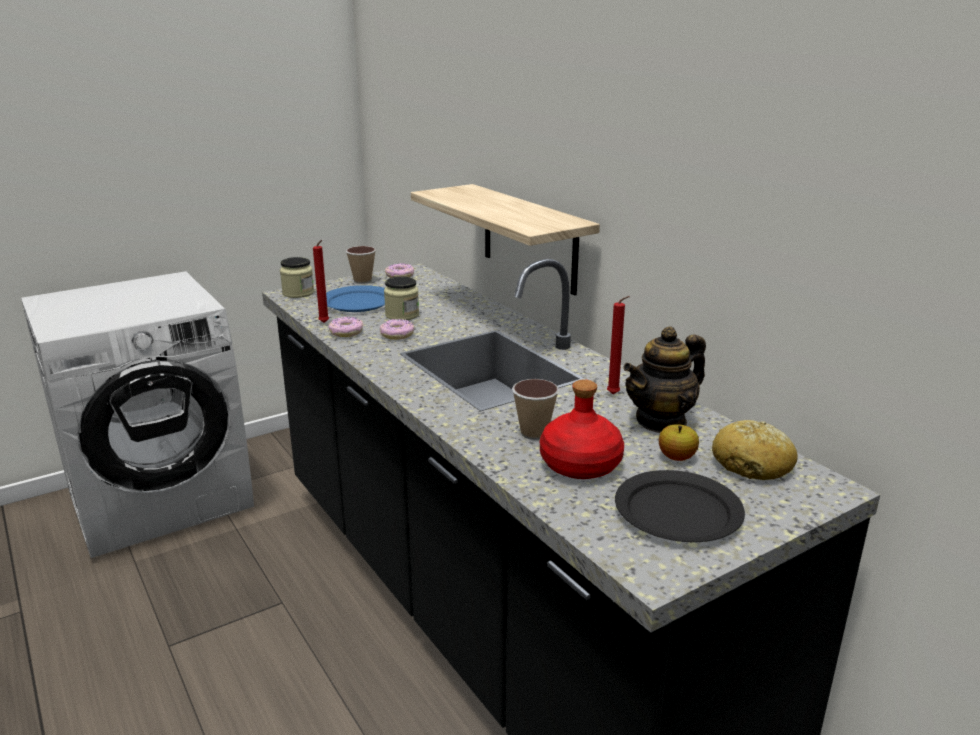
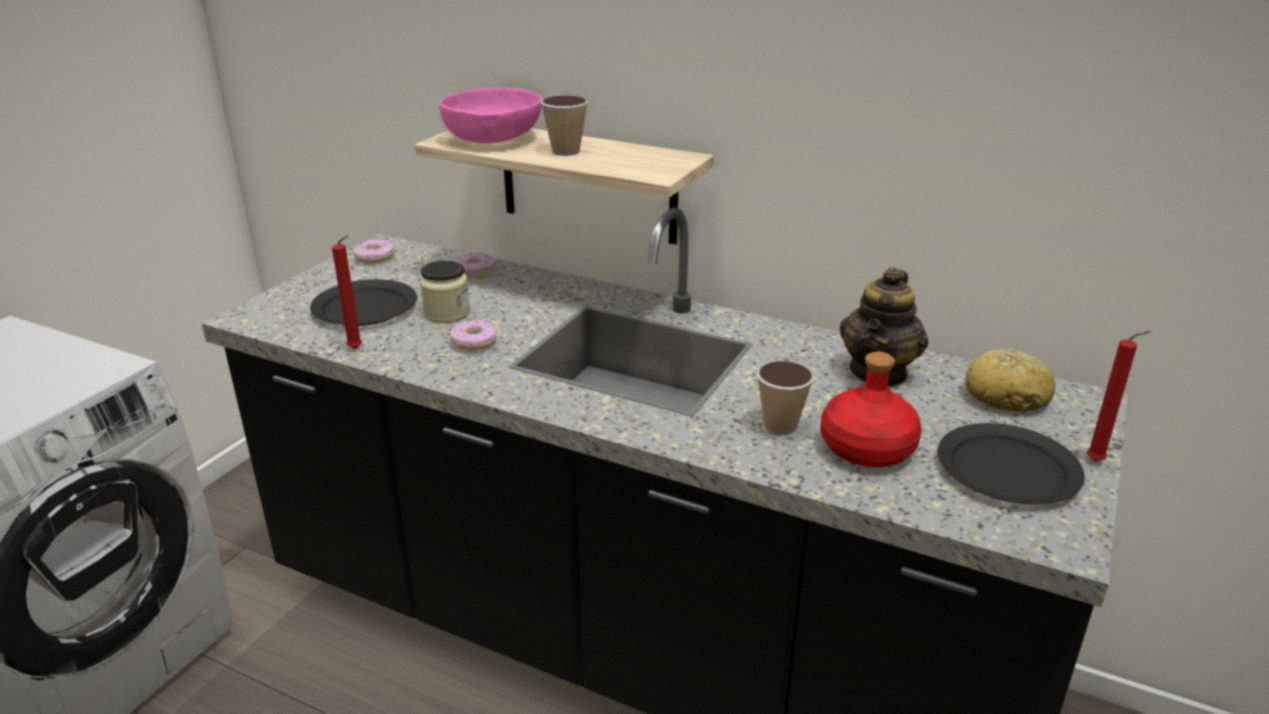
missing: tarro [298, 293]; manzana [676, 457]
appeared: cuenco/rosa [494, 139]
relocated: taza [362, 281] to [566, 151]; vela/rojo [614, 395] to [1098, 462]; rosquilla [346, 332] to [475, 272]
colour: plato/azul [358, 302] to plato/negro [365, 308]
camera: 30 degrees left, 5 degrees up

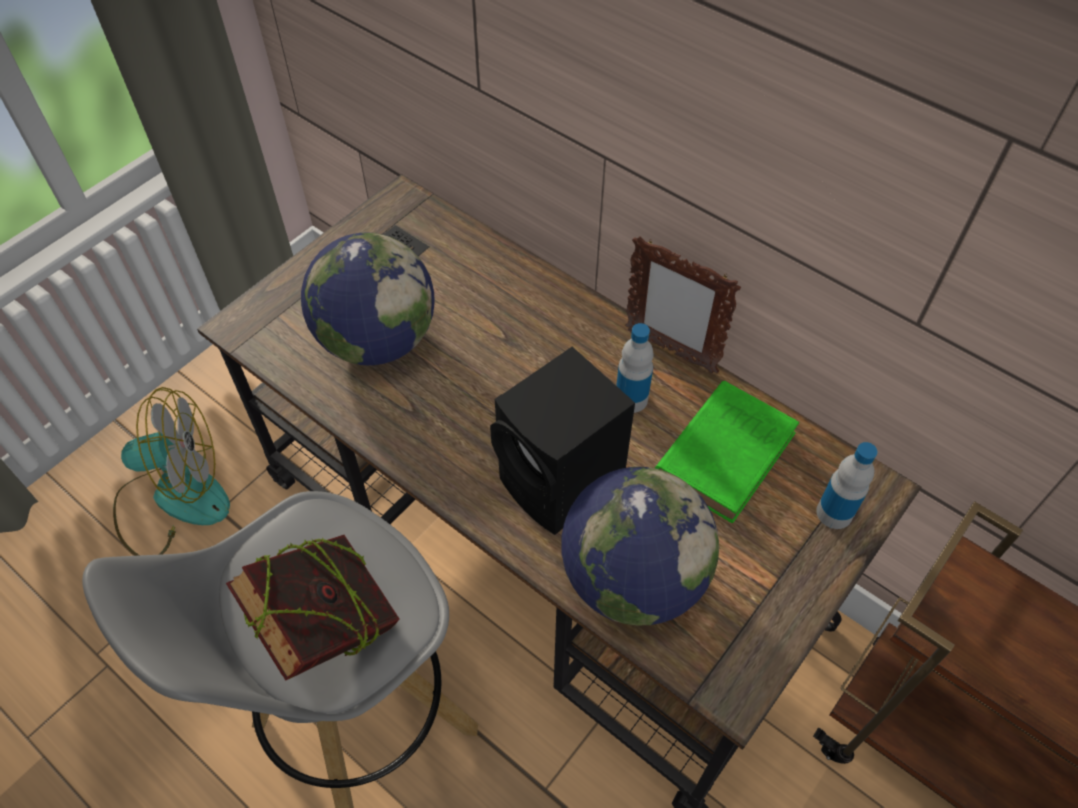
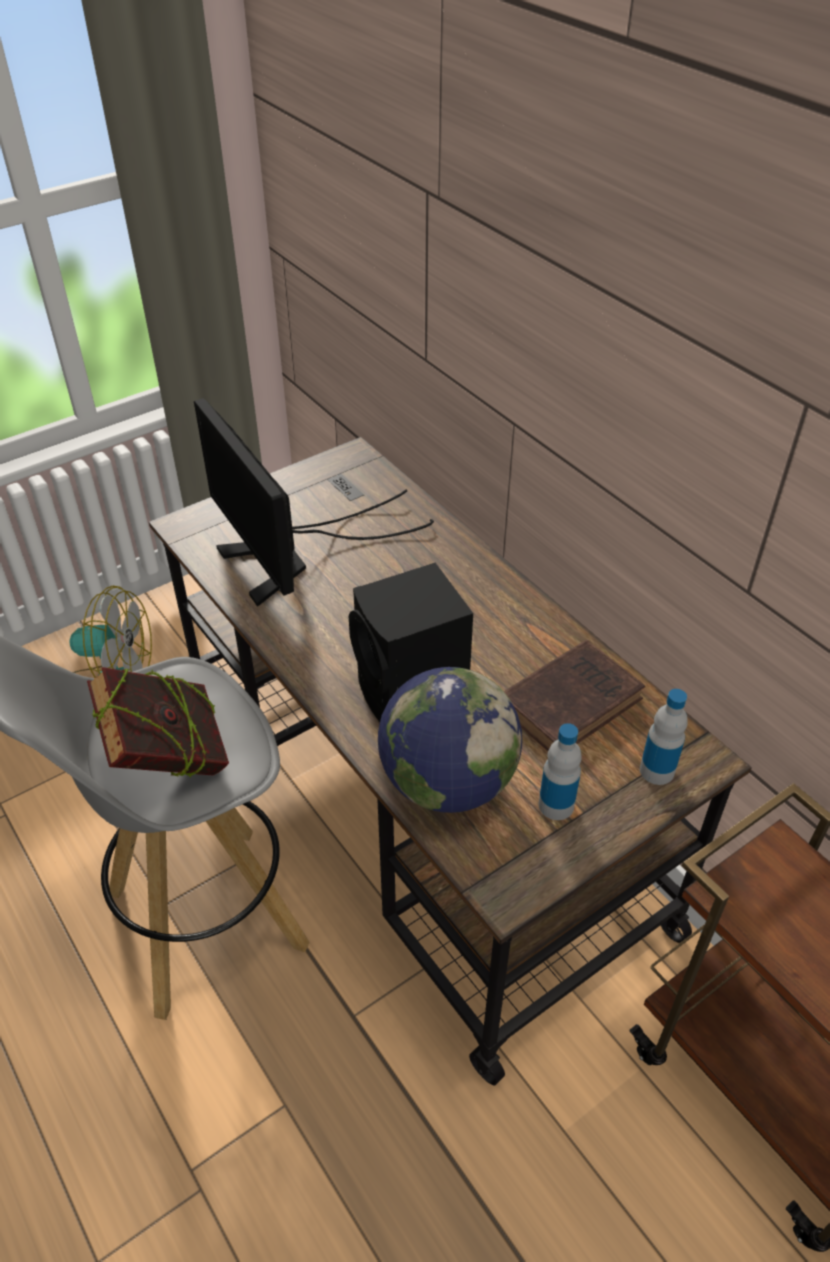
missing: portarretratos [670, 350]
relocated: botella [631, 399] to [556, 805]
exchanged: globo terráqueo [377, 340] to monitor [293, 557]
colour: libro/verde [727, 451] to libro/marrón [572, 701]
camera: 15 degrees right, 10 degrees down

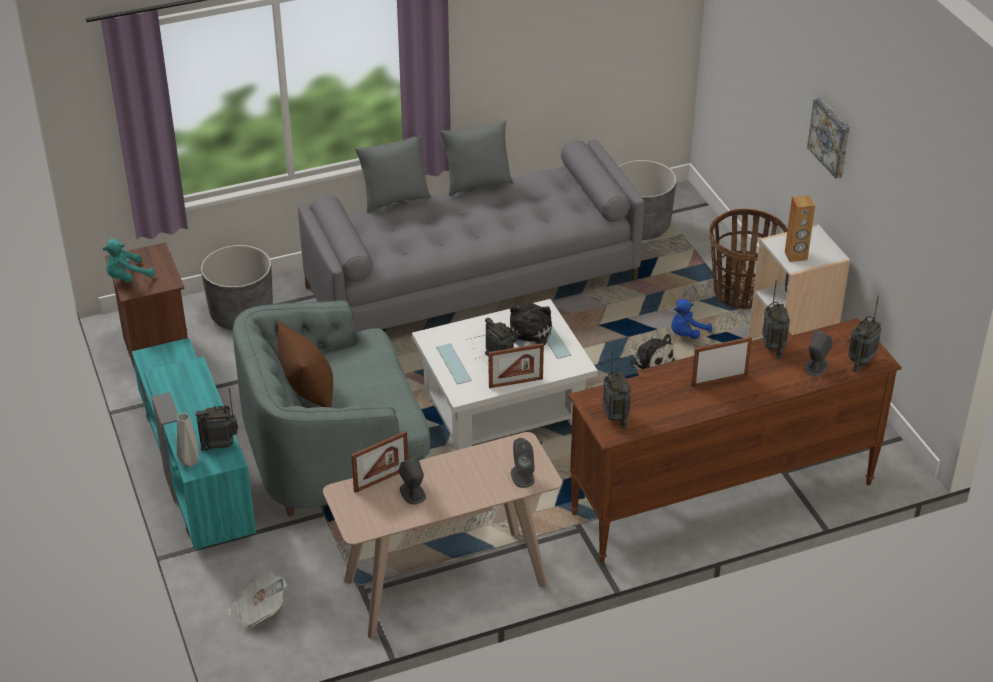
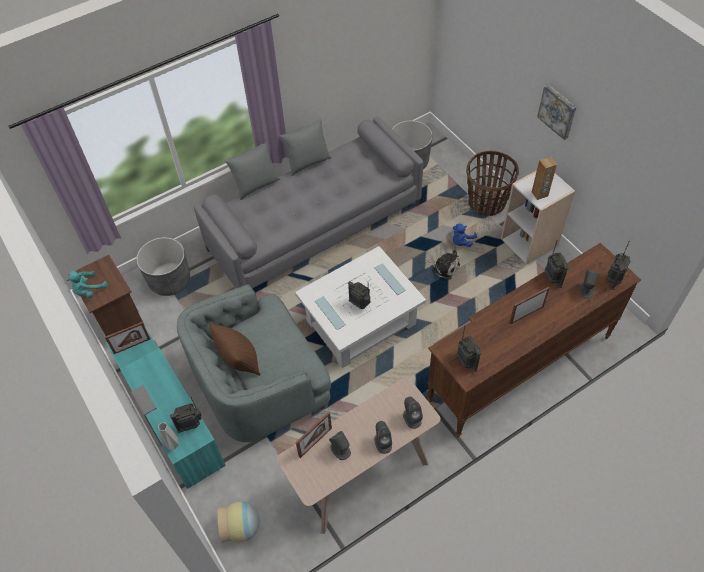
missing: peluche [529, 335]
appeared: altavoz/gris [383, 442]
relocated: portarretratos [515, 383] to [132, 346]
exchanged: periódico [257, 611] to florero [242, 528]
camera: 10 degrees left, 15 degrees up

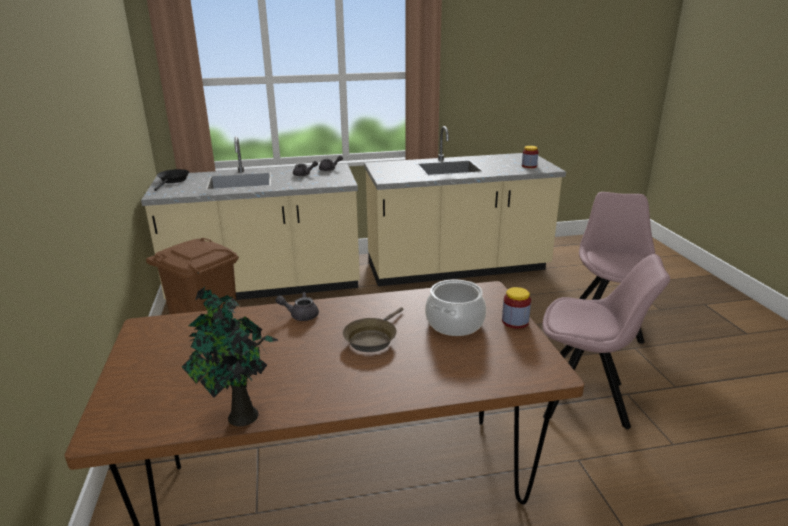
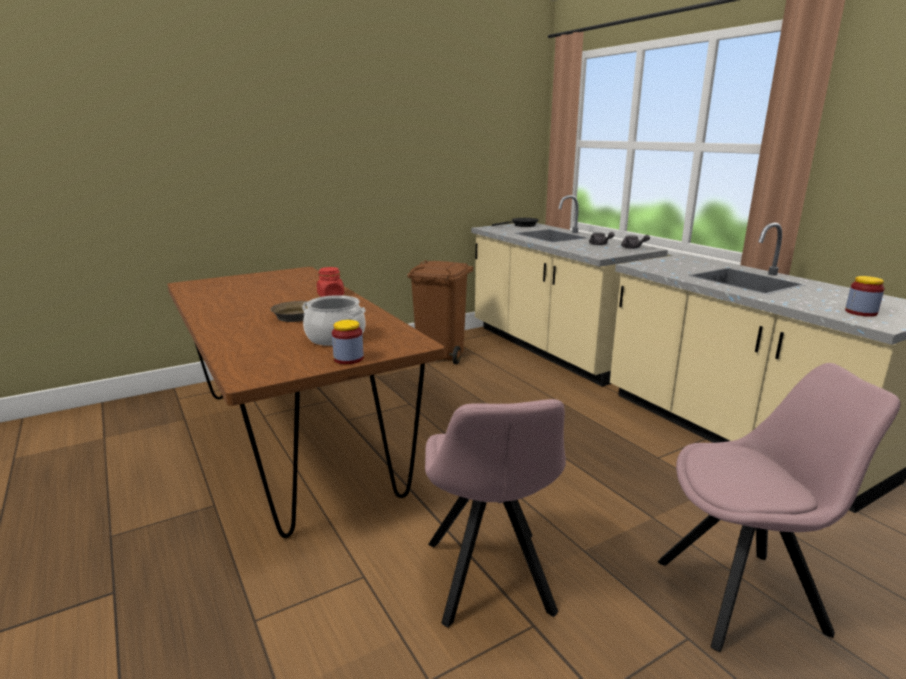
missing: planta en maceta [240, 417]
exchanged: tetera/gris [300, 315] to tarro/rojo [331, 295]
camera: 70 degrees right, 5 degrees down

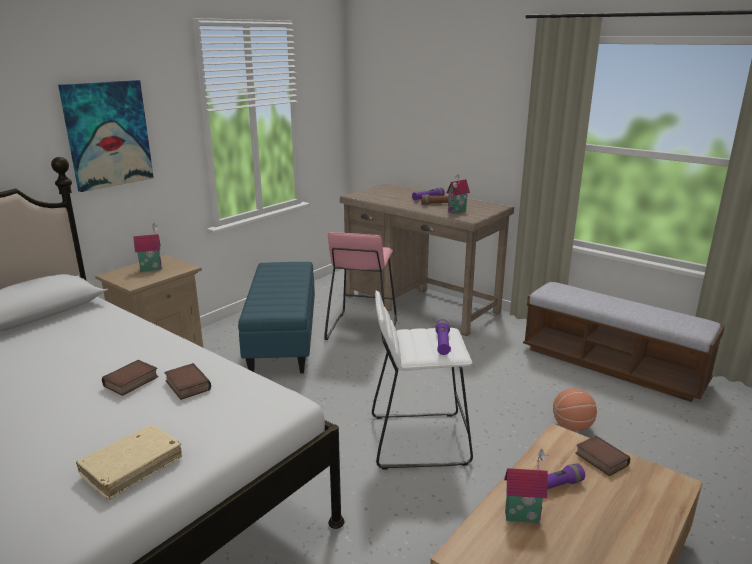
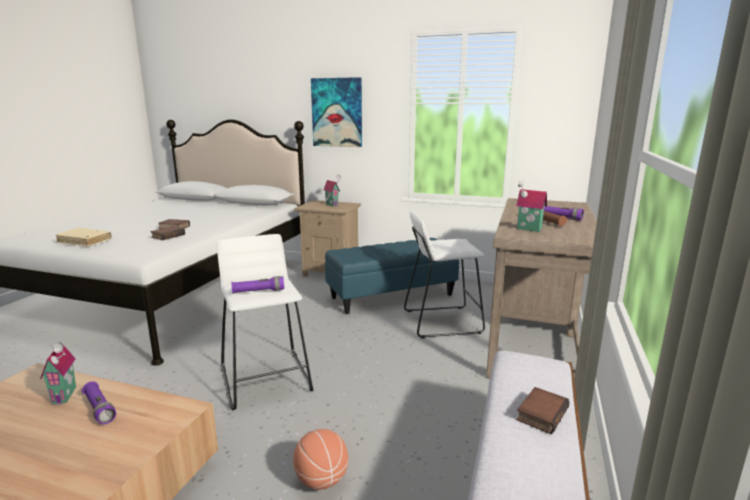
relocated: libro [600, 459] to [541, 413]
colour: taburete/rosa [361, 329] to taburete/blanco [442, 321]
camera: 70 degrees right, 5 degrees down

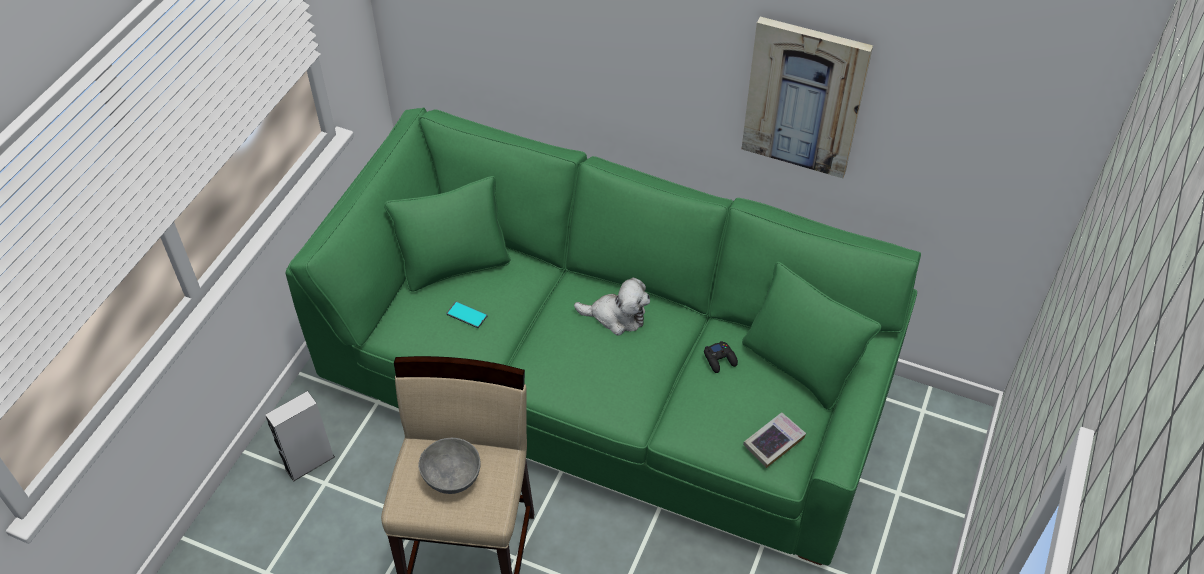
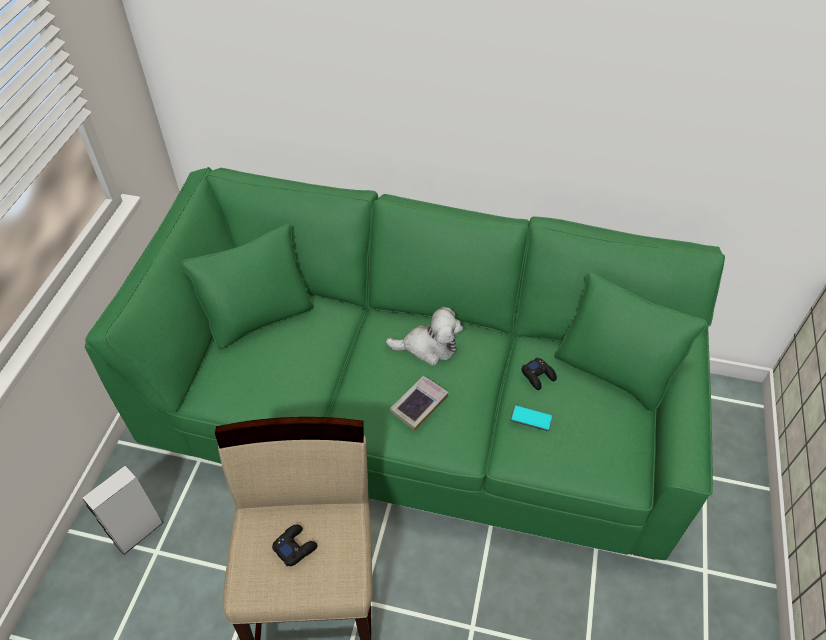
missing: cuadro [804, 97]
relocated: móvil [466, 315] to [531, 418]; libro [773, 442] to [419, 405]
exchanged: cuenco/gris [451, 477] to mando de consola/negro [295, 547]
camera: 10 degrees left, 0 degrees up

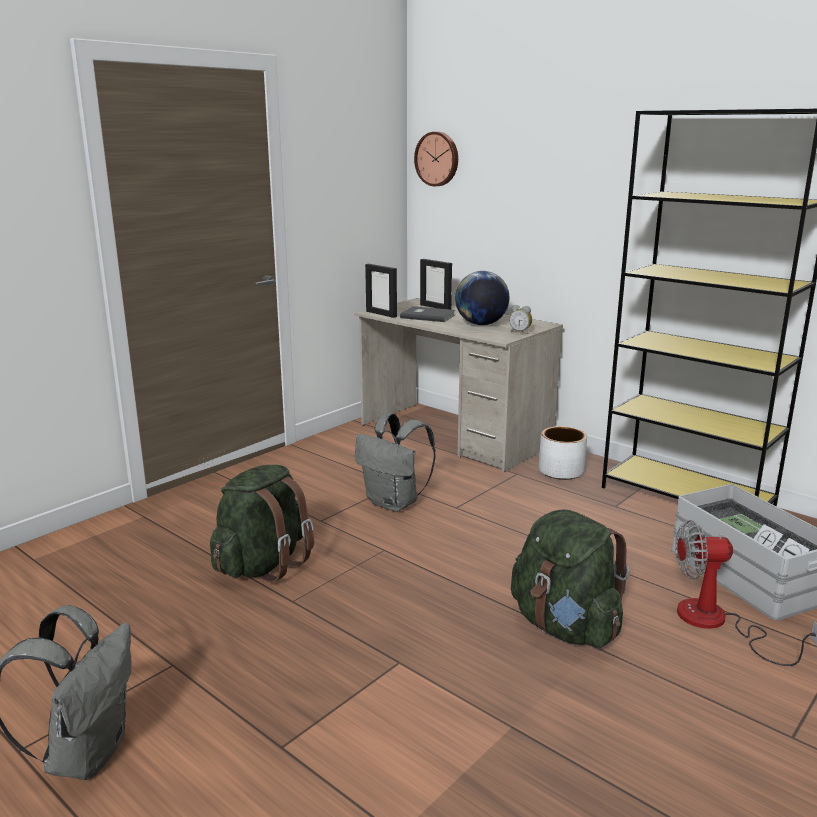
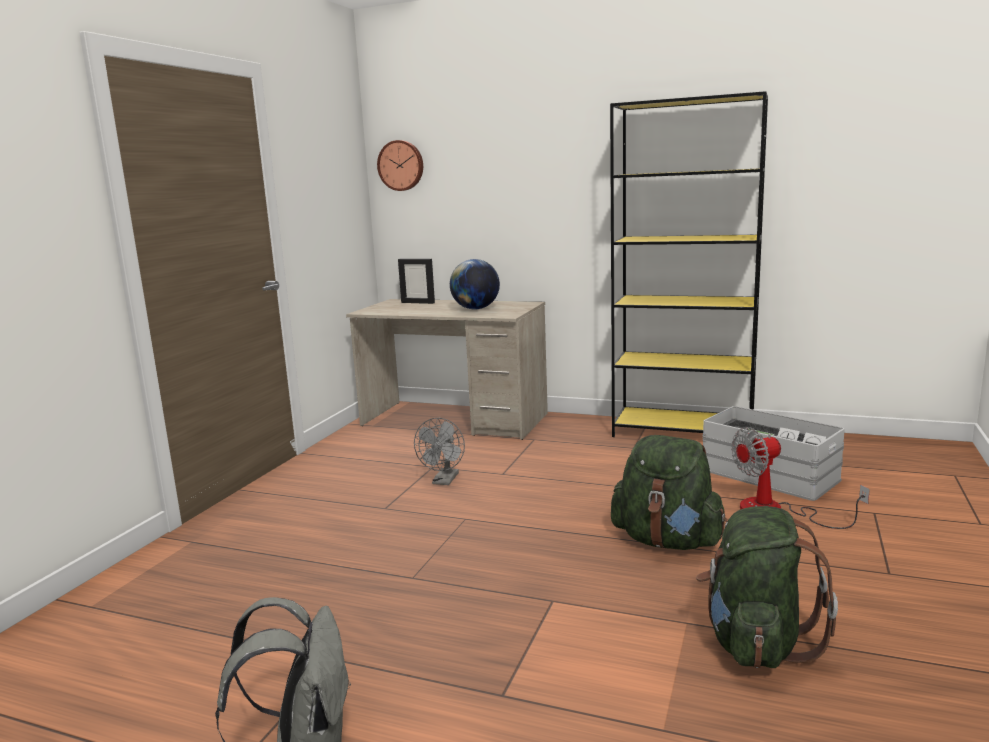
missing: portarretratos [382, 314]; despertador [520, 332]; libro/gris [427, 316]; maceta/blanco [560, 471]
relocated: mochila/verde [263, 565] to [756, 642]
exchanged: mochila/gris [394, 503] to ventilador/gris [444, 481]
camera: 20 degrees left, 5 degrees down

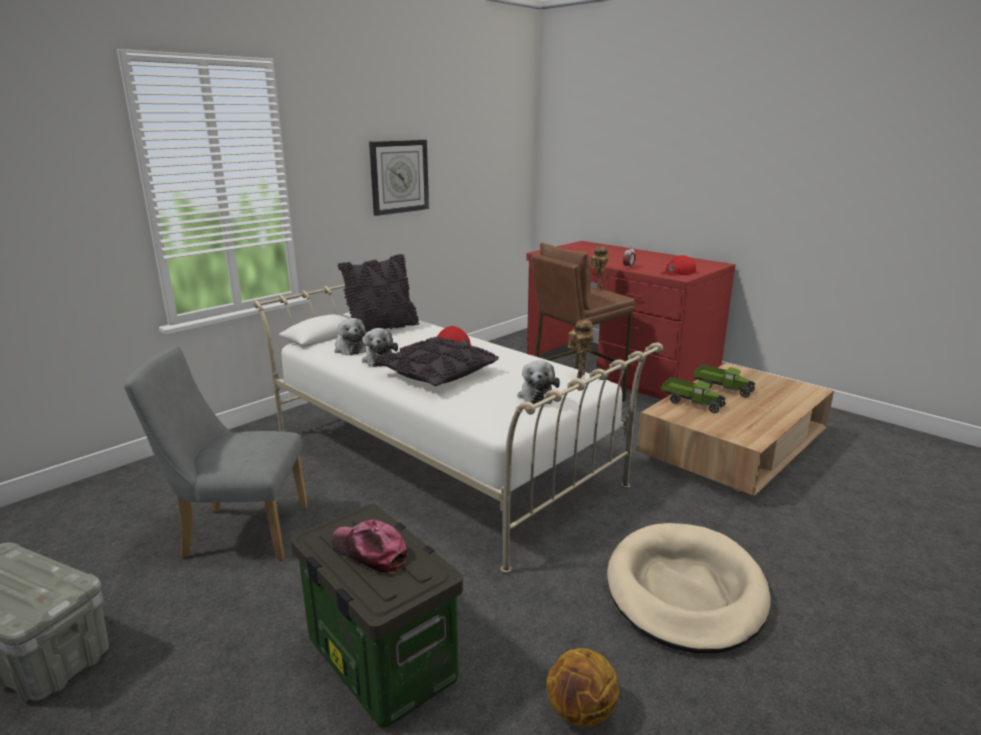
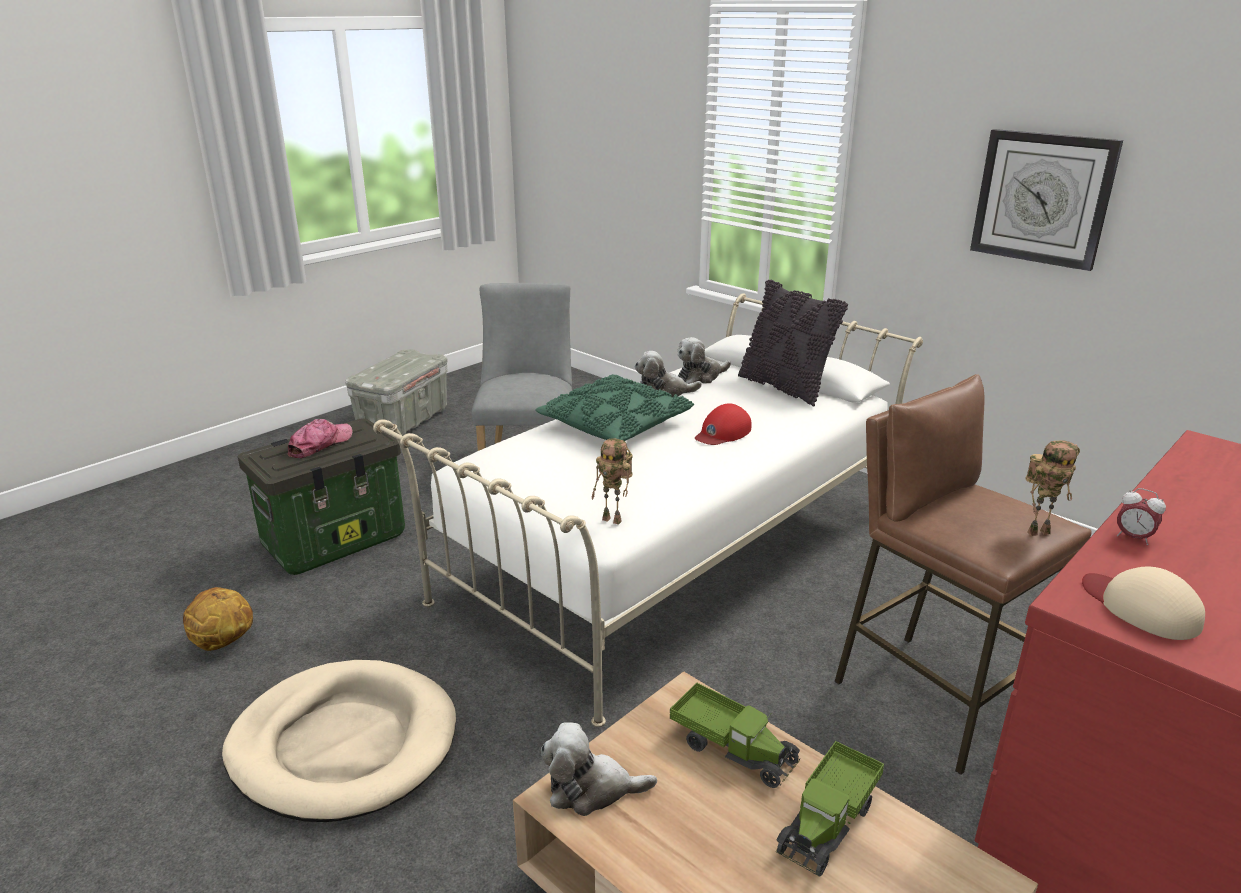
relocated: peluche [536, 395] to [591, 789]
colour: gorra/rojo [678, 272] to gorra/beis [1141, 607]; cojín/negro [437, 373] to cojín/verde [615, 425]
spun: camión de juguete [692, 403] = [732, 748] 90 degrees counterclockwise
camera: 90 degrees right, 5 degrees up

